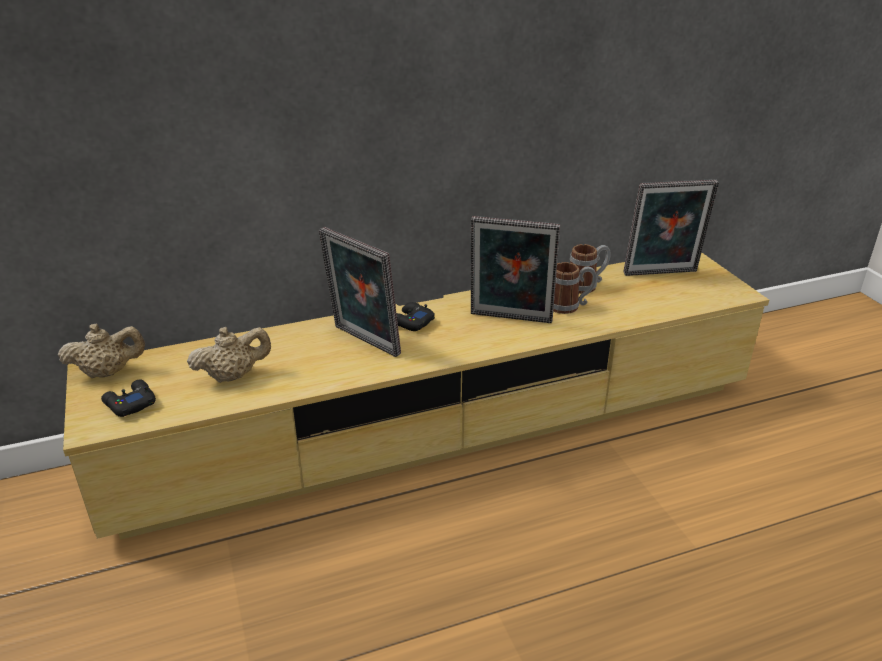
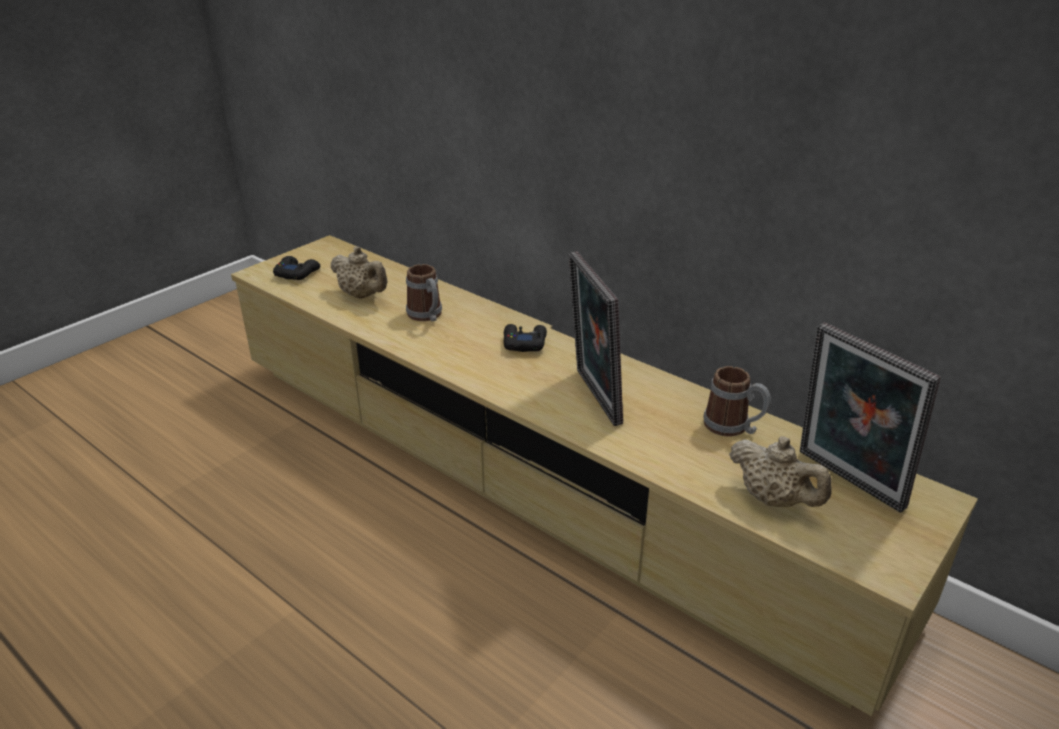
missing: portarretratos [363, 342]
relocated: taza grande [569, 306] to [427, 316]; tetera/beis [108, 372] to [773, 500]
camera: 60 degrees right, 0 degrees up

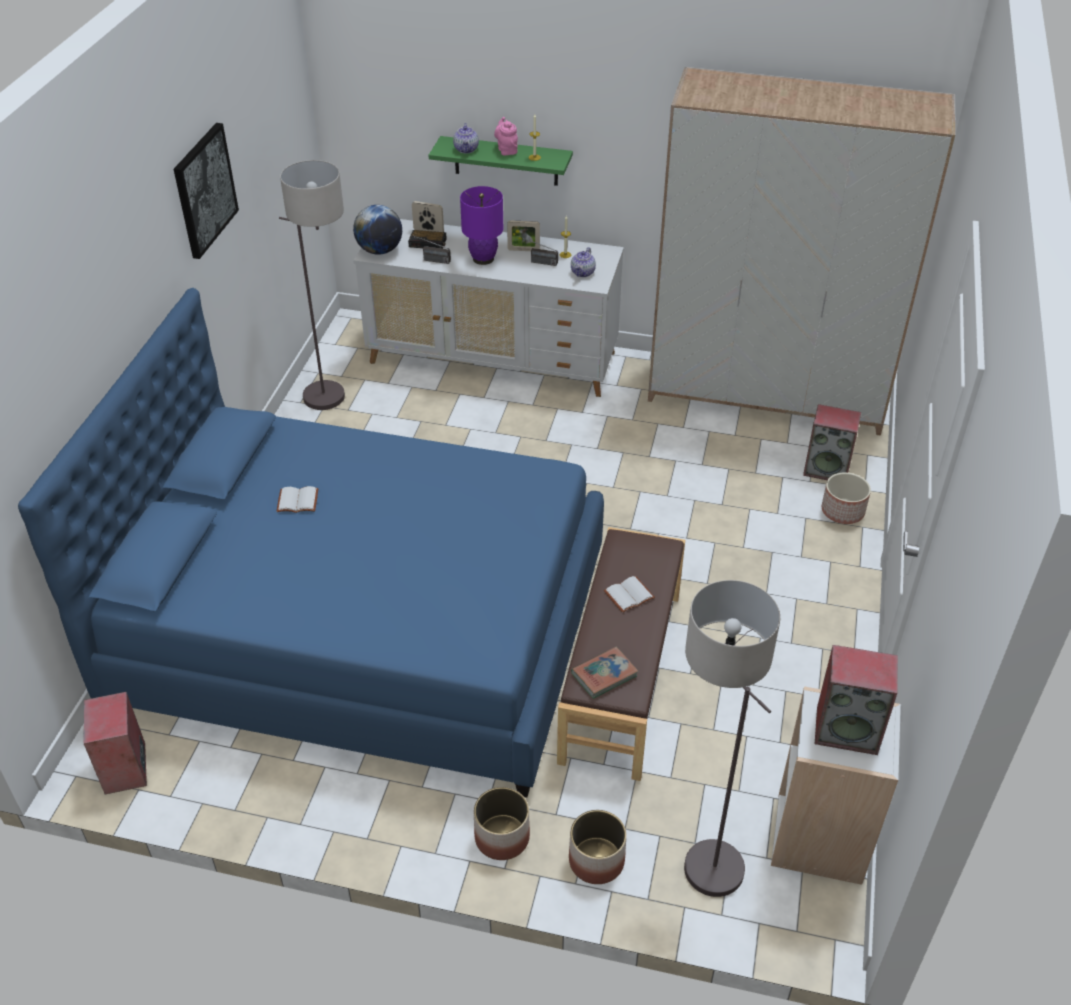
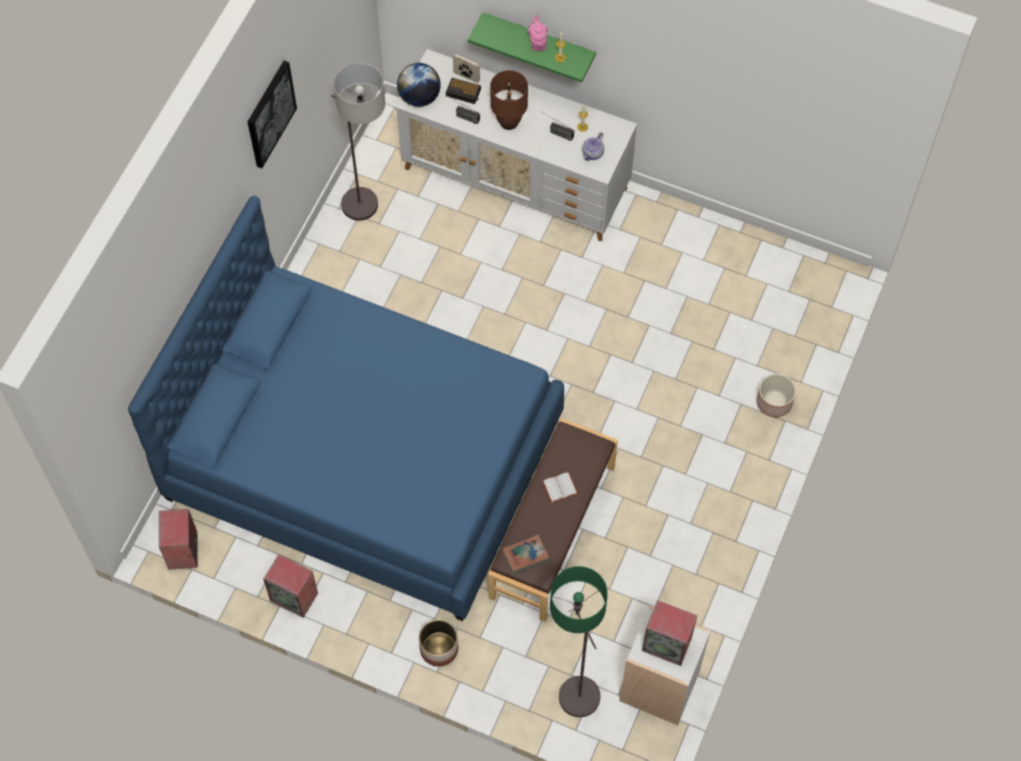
missing: armario ropero/blanco [767, 394]; tetera [466, 149]; portarretratos [523, 250]; libro/blanco [297, 502]; maceta [596, 861]
relocated: altavoz [827, 469] to [295, 596]
colour: lámpara de mesa/morado [483, 259] to lámpara de mesa/marrón [508, 122]; lámpara de pie/gris [701, 856] to lámpara de pie/verde [573, 686]
camera: 10 degrees right, 20 degrees up

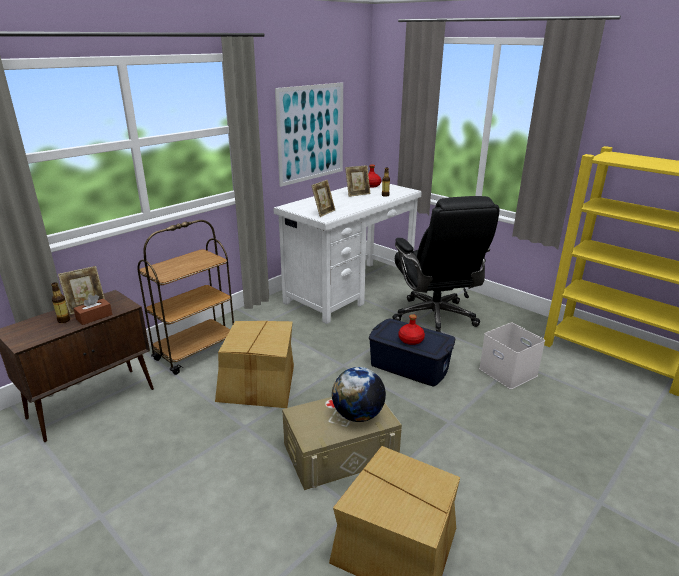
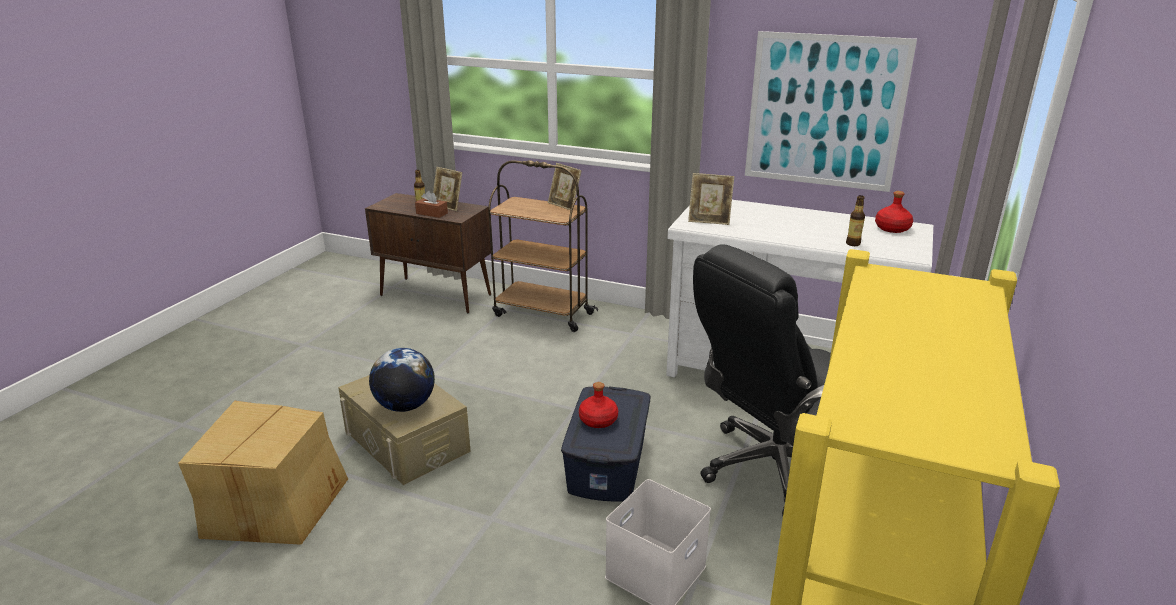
missing: caja de cartón [259, 385]
relocated: portarretratos [357, 194] to [564, 205]
camera: 70 degrees right, 0 degrees up

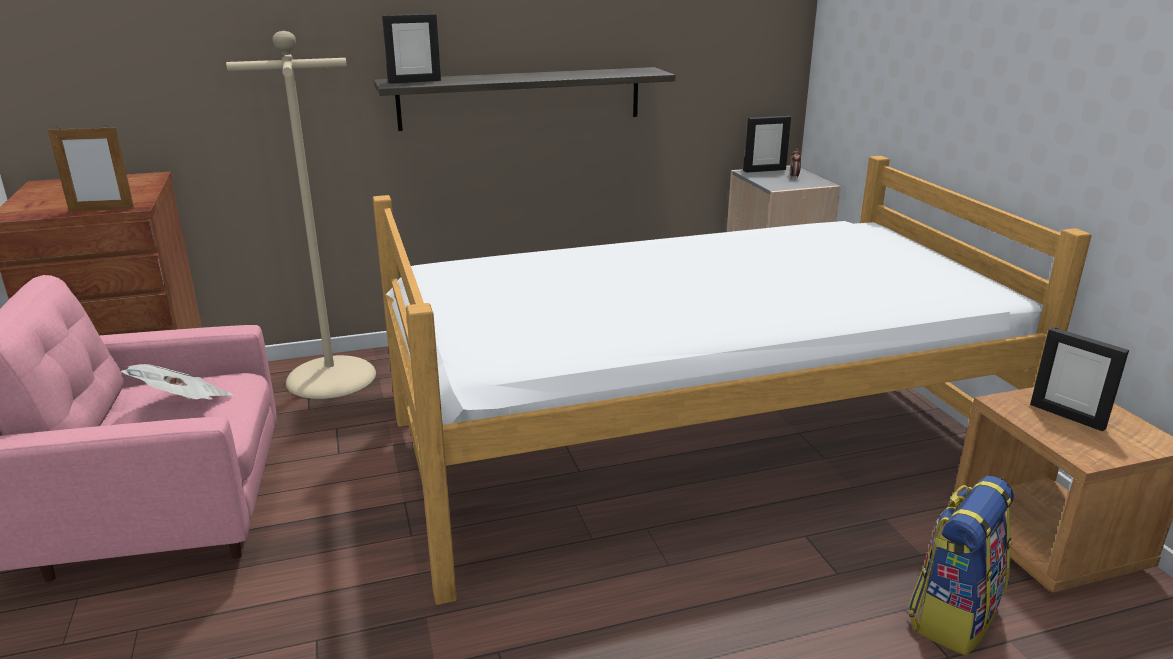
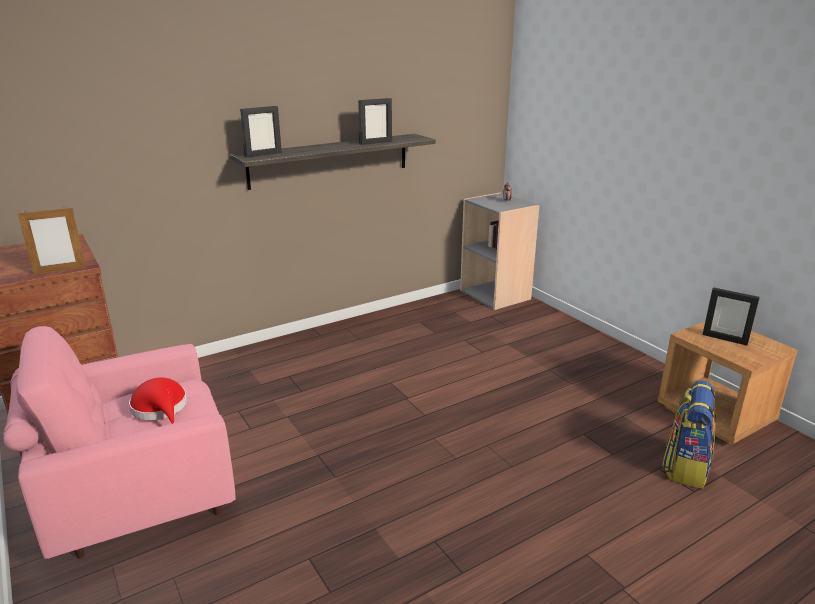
missing: perchero/beis [331, 377]; cama [695, 449]
relocated: portarretratos [764, 170] to [375, 142]
exchanged: periódico [184, 404] to sombrero/rojo [161, 409]
camera: 15 degrees left, 0 degrees up

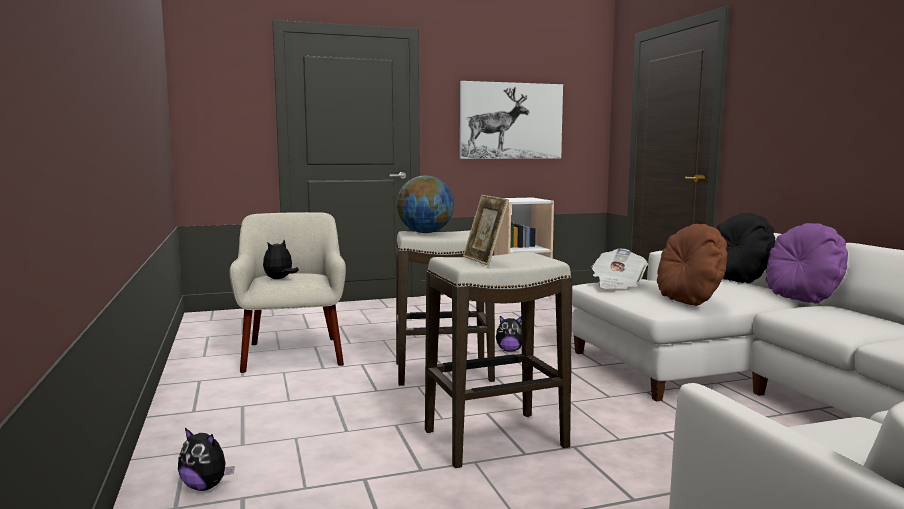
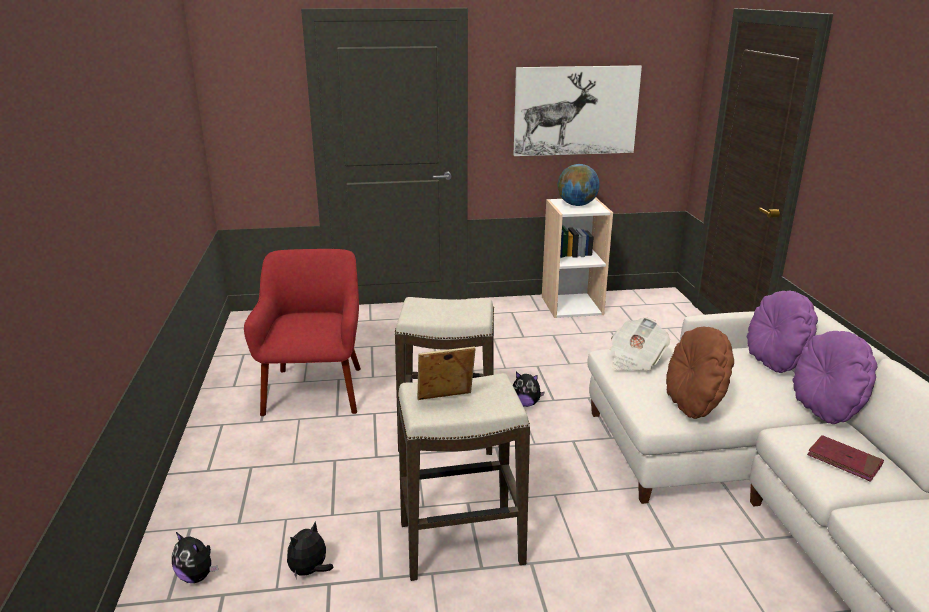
appeared: libro/rojo [844, 460]
relocated: globo terráqueo [425, 233] to [577, 205]; peluche [279, 279] to [310, 571]
colour: sillón/beis [293, 353] to sillón/rojo [315, 389]; cojín/negro [738, 281] to cojín/morado [774, 363]
spun: portarretratos [484, 260] = [445, 401] 90 degrees clockwise
camera: 10 degrees right, 15 degrees up

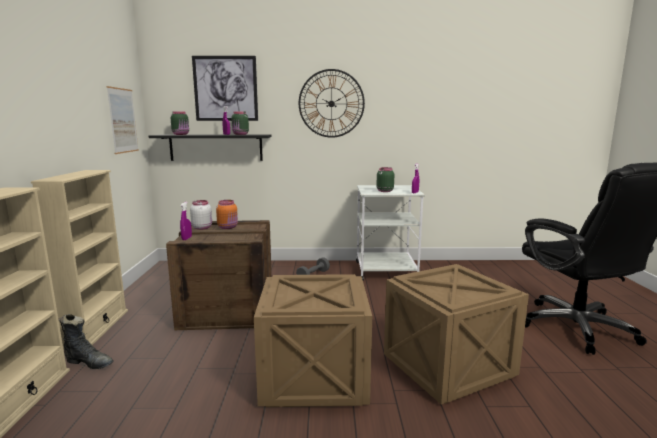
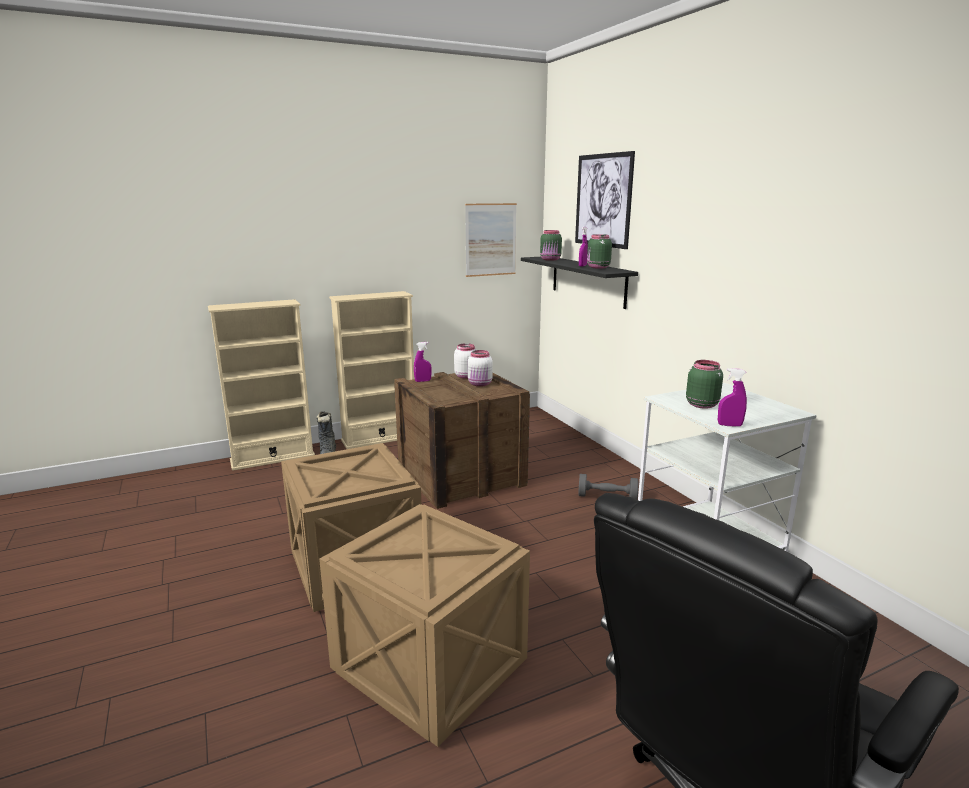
missing: reloj de pared [331, 103]
colour: tarro/naranja [228, 227] to tarro/blanco [480, 384]
camera: 65 degrees right, 5 degrees up

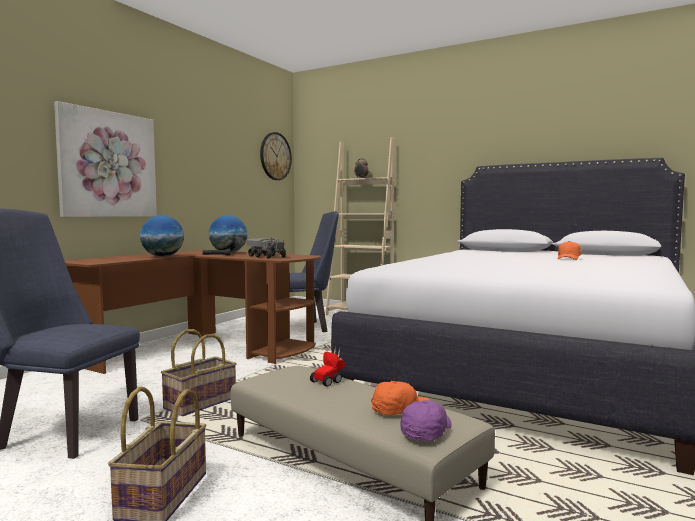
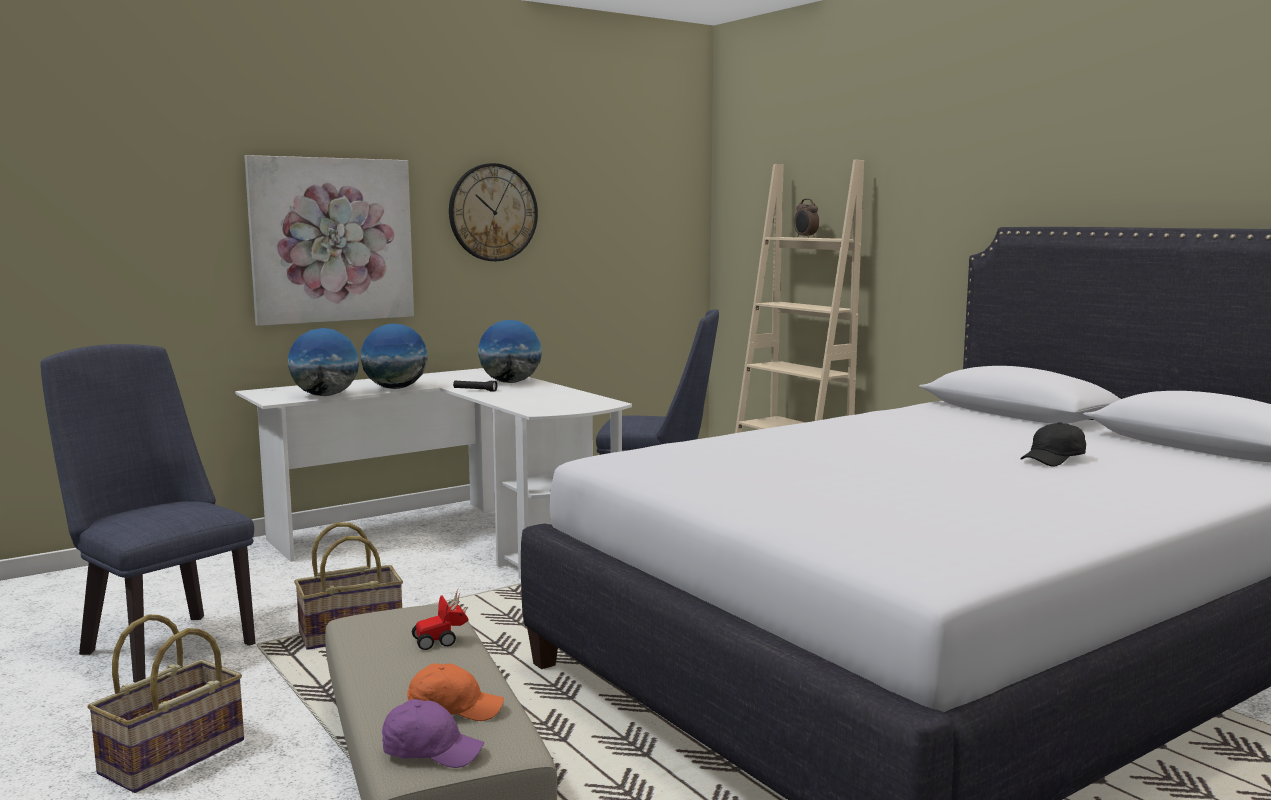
missing: camión de juguete [267, 256]
appeared: globo terráqueo [325, 395]
relocated: reloj de pared [275, 156] to [493, 212]
colour: gorra/naranja [568, 258] to gorra/negro [1053, 459]; escritorio/marrón [201, 349] to escritorio/blanco [455, 537]
spun: gorra/morado [426, 432] = [431, 751] 45 degrees clockwise
camera: 25 degrees right, 5 degrees up

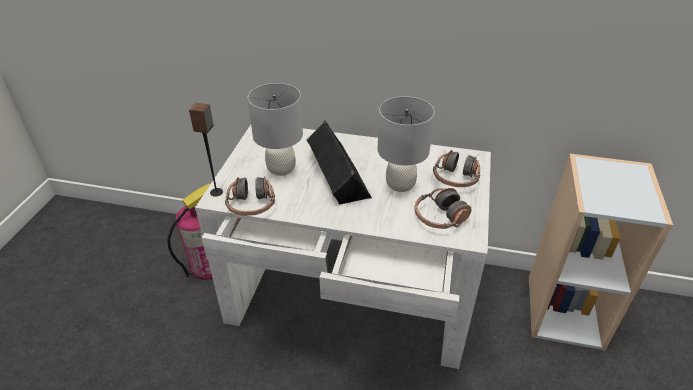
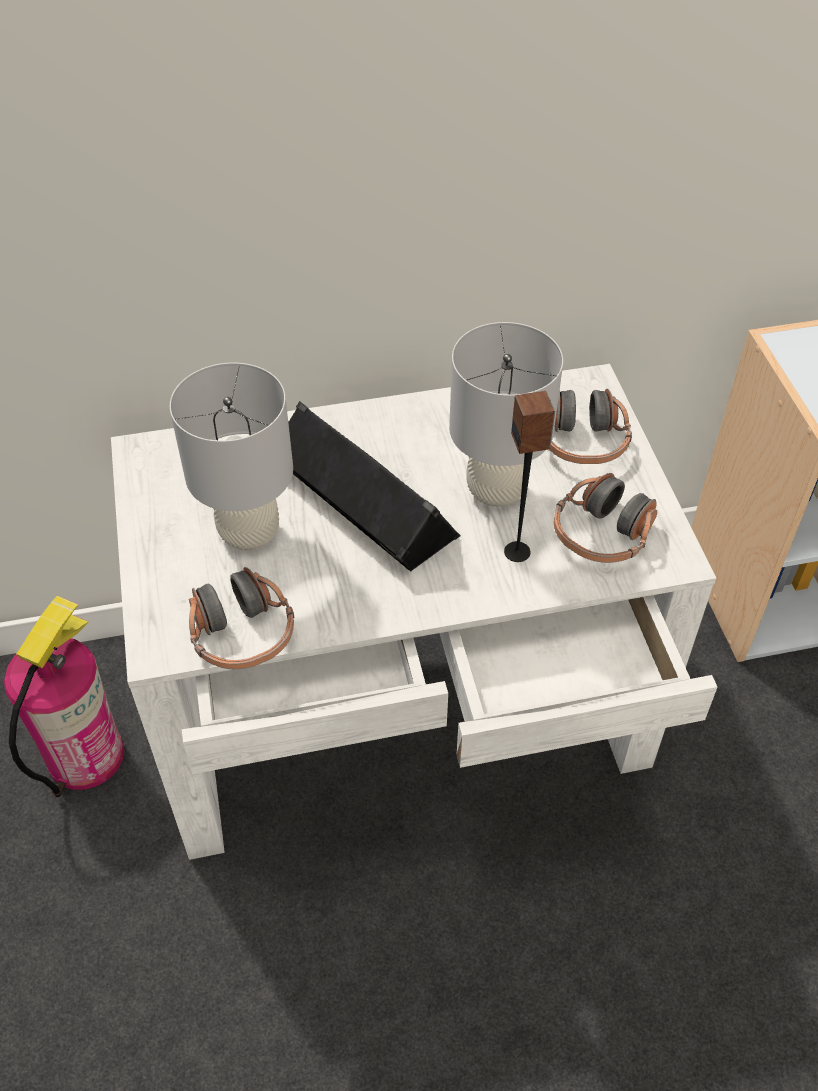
relocated: altavoz [216, 192] to [517, 552]
camera: 25 degrees left, 10 degrees up

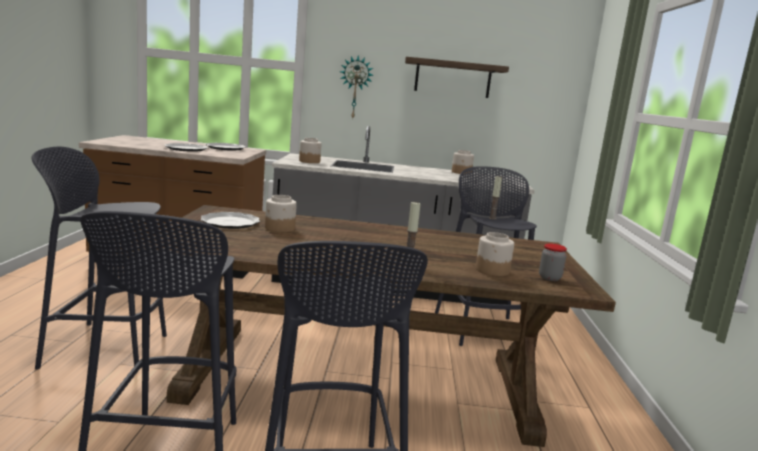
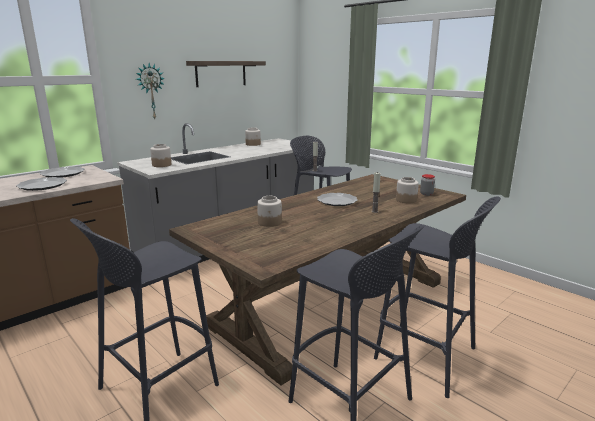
relocated: plato [230, 223] to [337, 201]
camera: 45 degrees left, 5 degrees up

